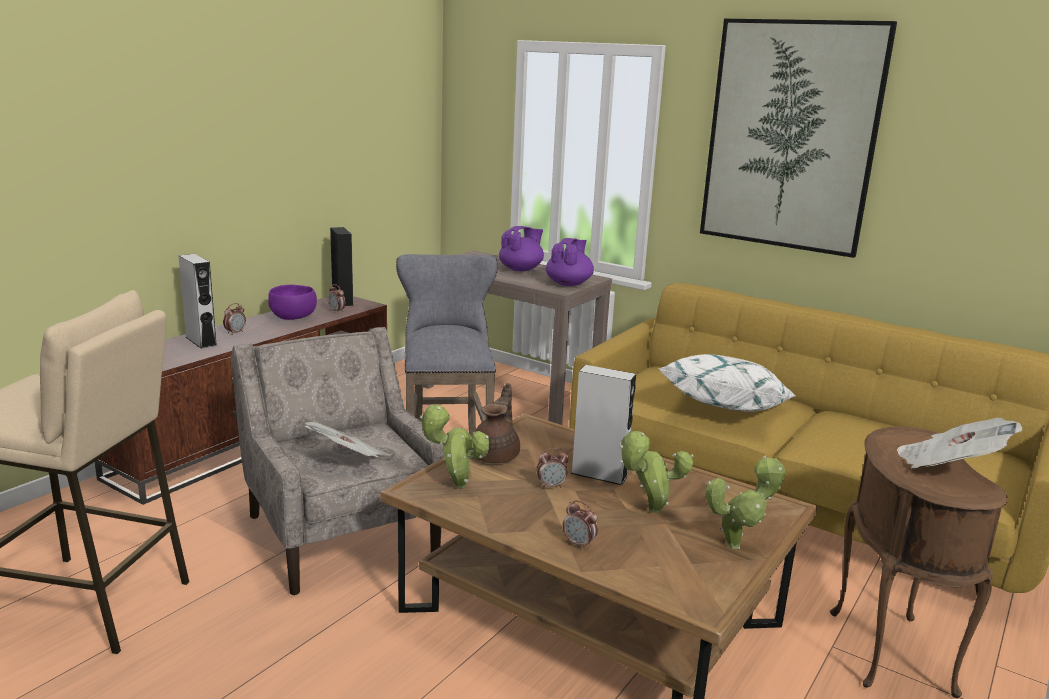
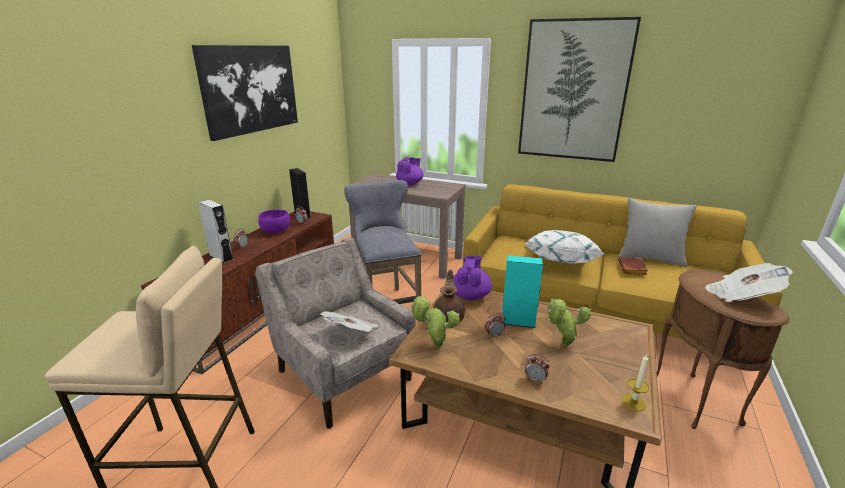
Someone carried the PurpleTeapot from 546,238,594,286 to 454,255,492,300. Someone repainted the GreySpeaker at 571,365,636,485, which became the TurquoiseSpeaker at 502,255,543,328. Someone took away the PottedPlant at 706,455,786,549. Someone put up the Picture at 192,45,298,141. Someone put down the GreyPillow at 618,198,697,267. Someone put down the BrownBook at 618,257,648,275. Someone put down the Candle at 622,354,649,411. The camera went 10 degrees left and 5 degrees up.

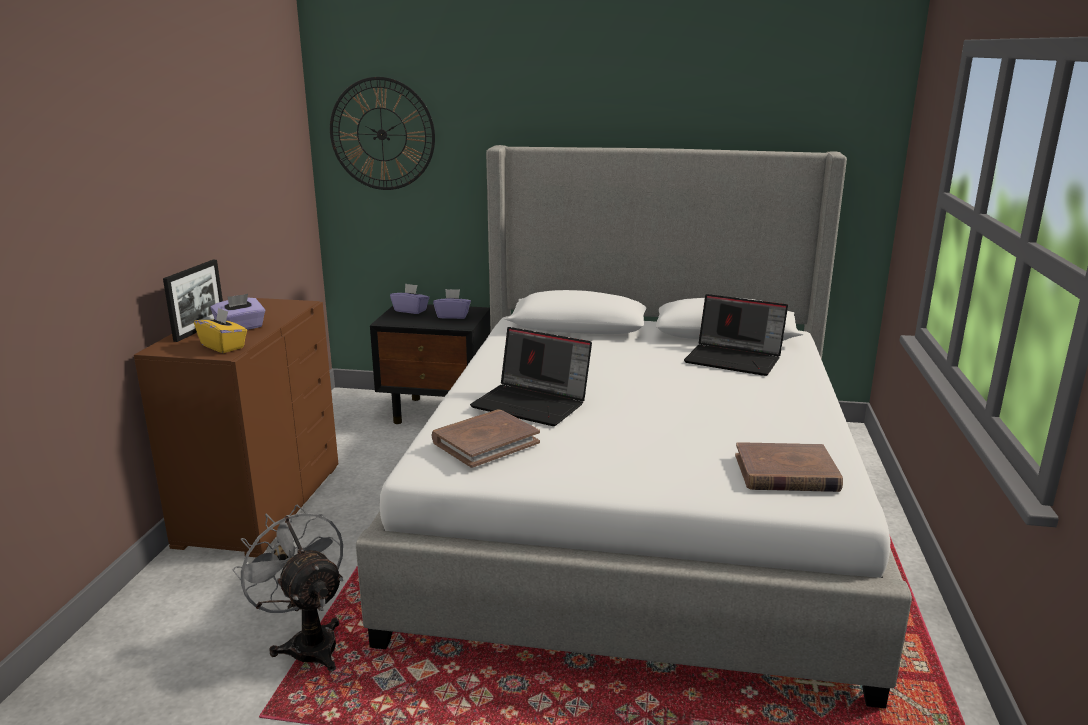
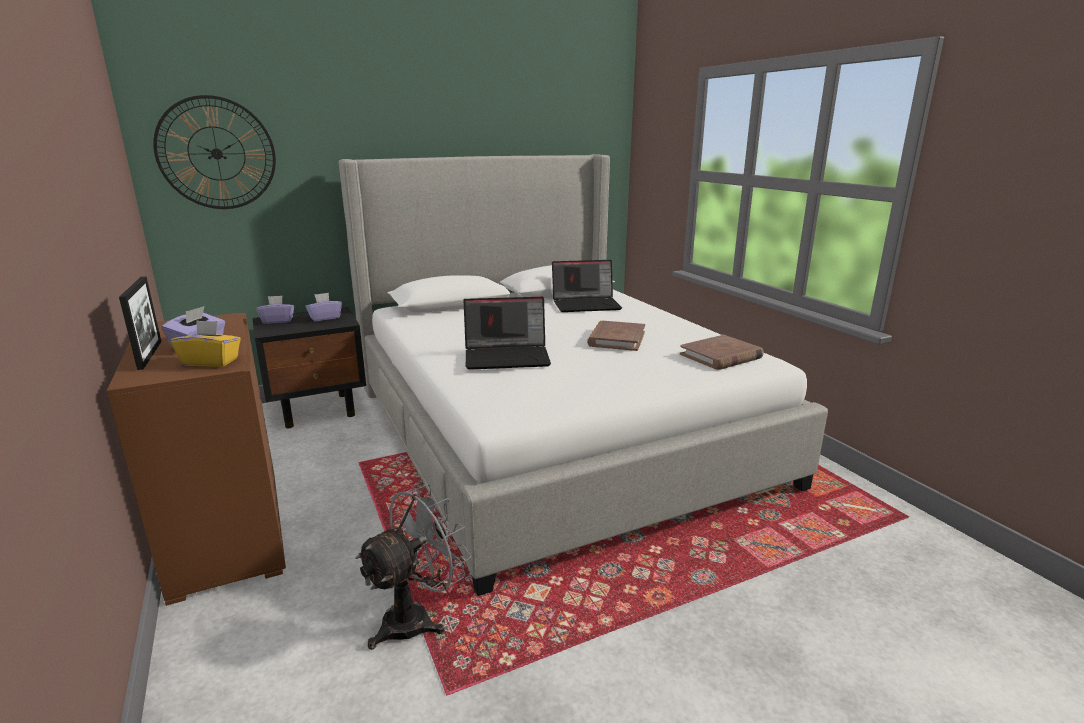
Someone rotated the GreyFan at 233,505,343,671 by 120 degrees clockwise. Someone carried the BrownBook from 432,410,540,468 to 587,321,645,351. The camera went 35 degrees left and 0 degrees up.

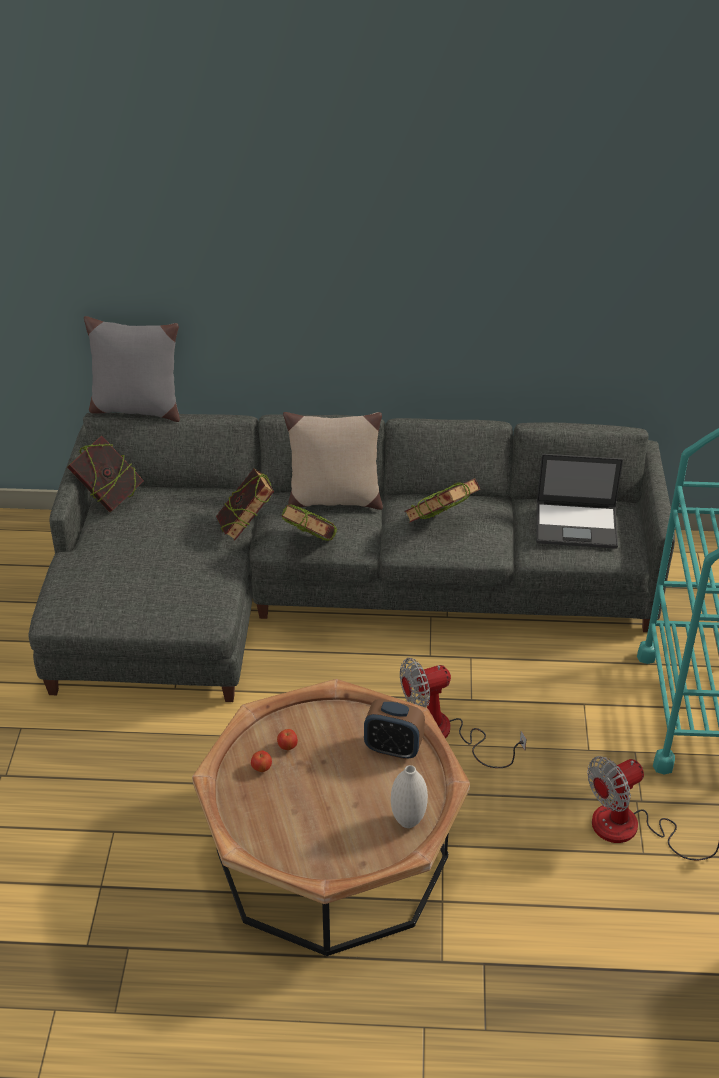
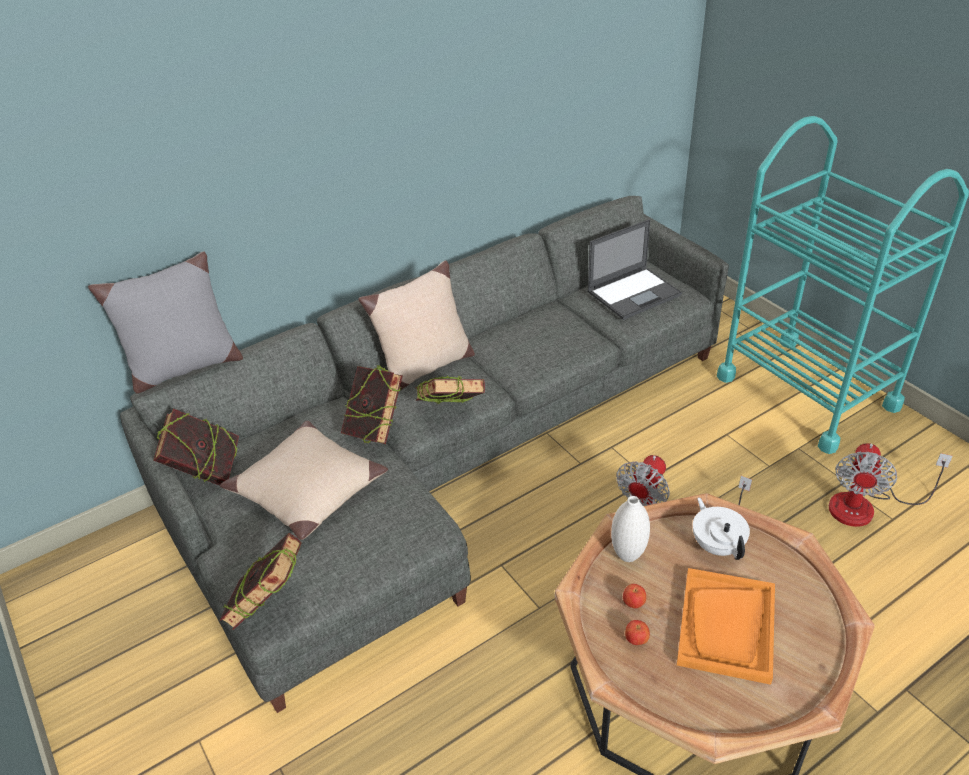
Someone swapped the AlarmClock at 364,699,425,759 for the WhiteTeapot at 693,497,750,560. Someone carried the WhiteVase from 391,765,428,828 to 611,496,650,562. Someone carried the Book from 404,478,480,523 to 220,533,302,630. Someone put down the BeigePillow at 220,421,388,540. Someone put down the OrangeTray at 677,568,775,685. The camera went 35 degrees left and 0 degrees up.

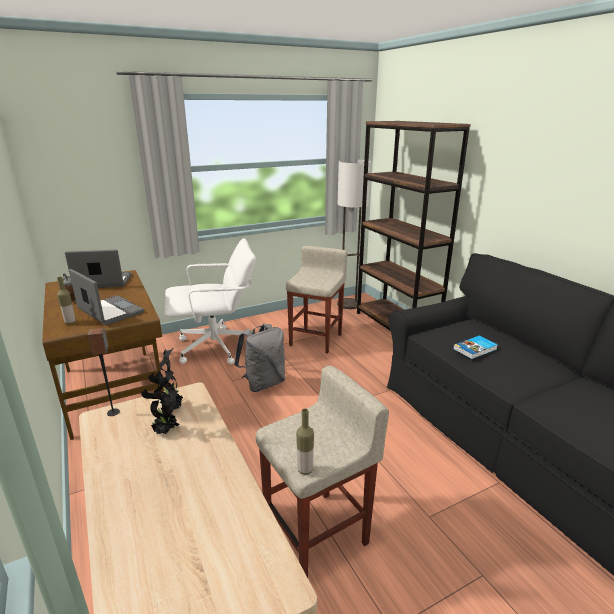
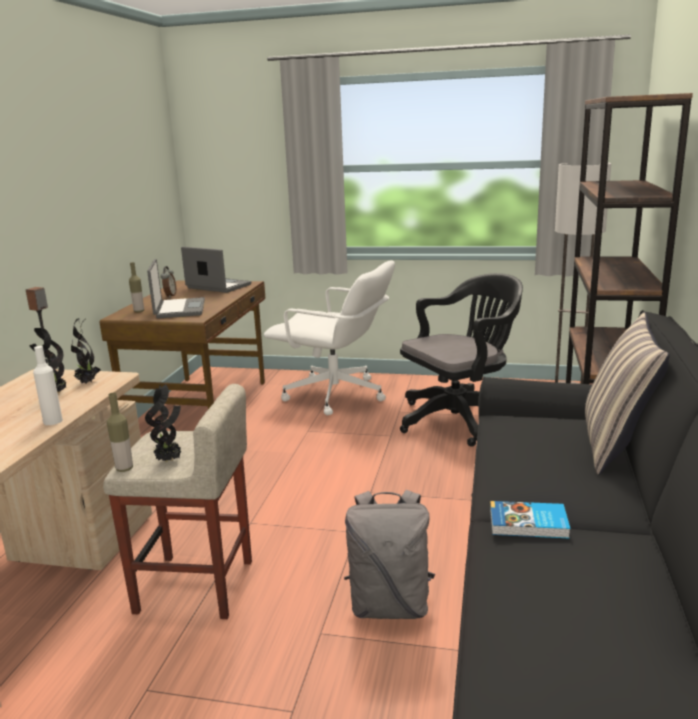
Someone carried the GreyBackpack from 234,324,285,392 to 344,490,435,619. Someone swapped the BeigeStool at 286,246,348,354 for the BlackOfficeChair at 400,273,523,447. Someone carried the Book from 453,335,498,359 to 490,501,571,539. Someone put down the WhiteBottle at 33,346,63,425. Someone put down the PottedPlant at 145,384,181,462. Someone put down the Pillow at 585,312,670,475. The camera went 40 degrees right and 5 degrees down.

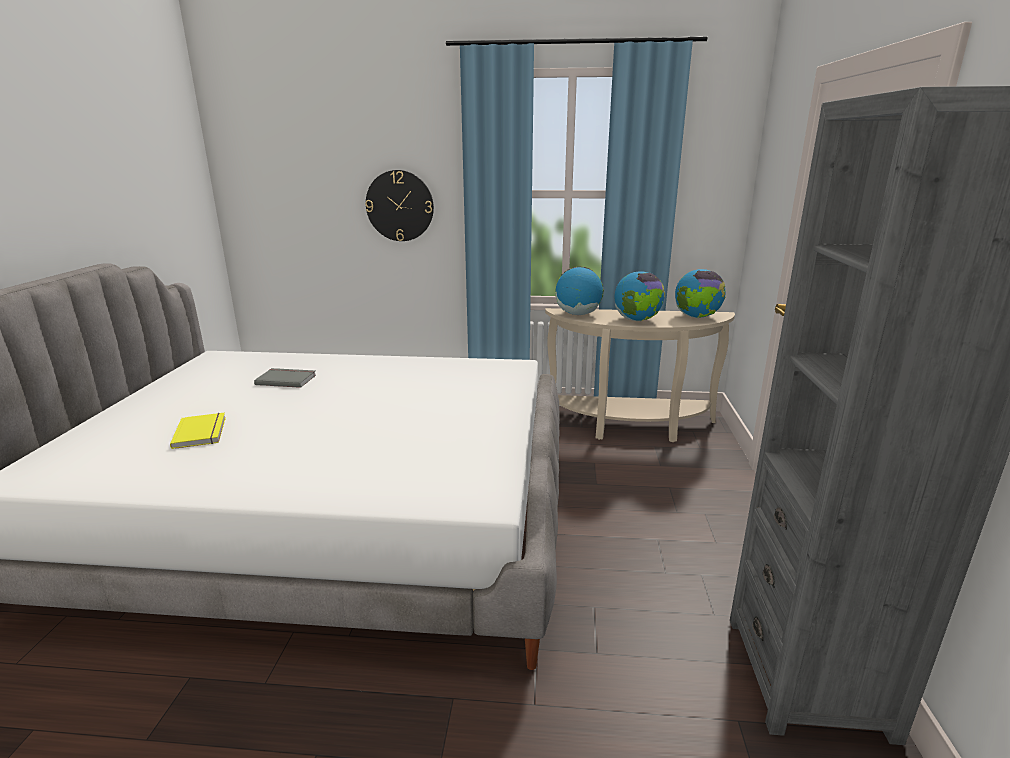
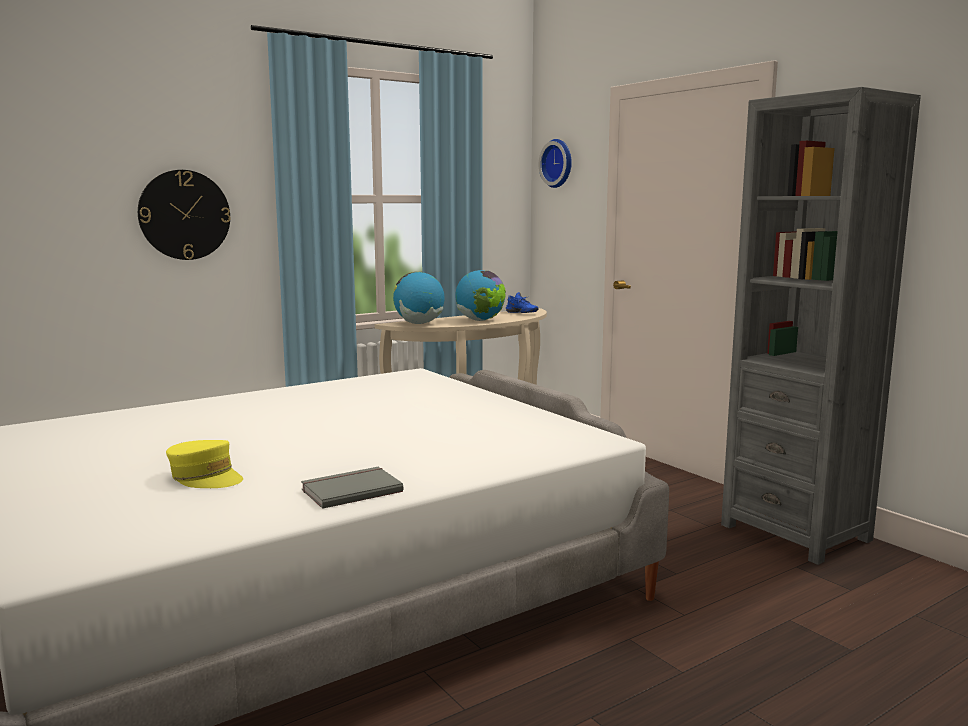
Someone swapped the YellowBook at 170,413,226,449 for the YellowCap at 166,440,243,488. Someone carried the GreyBook from 254,368,316,388 to 301,467,403,509. Someone swapped the Globe at 675,269,726,318 for the BlueShoe at 506,292,539,313. Someone put up the WallClock at 539,139,572,188. The camera went 40 degrees left and 10 degrees down.

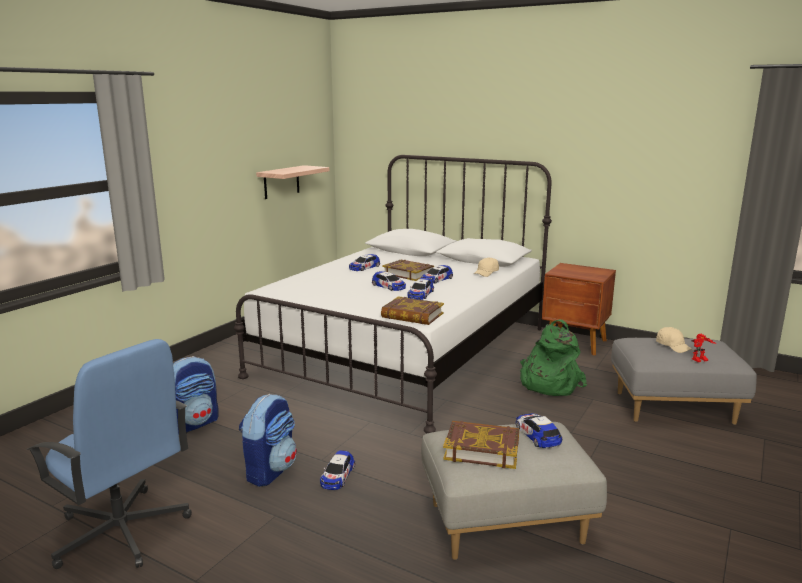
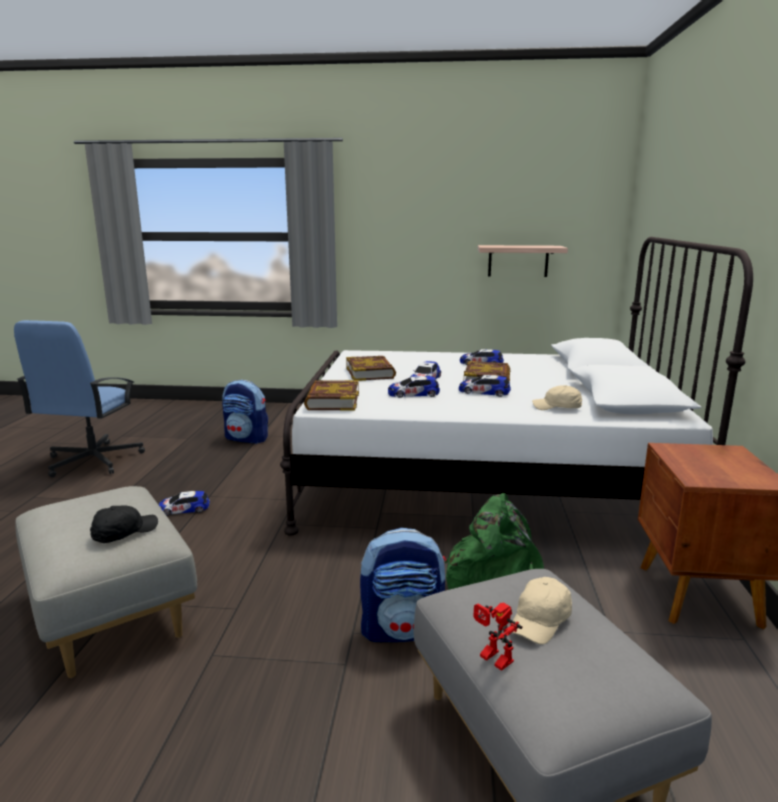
Someone carried the Backpack from 239,394,297,487 to 360,528,446,642. Someone carried the Book from 443,421,519,469 to 346,356,396,381. Someone swapped the ToyCar at 516,413,562,448 for the BlackCap at 90,505,158,543. The camera went 65 degrees right and 0 degrees up.

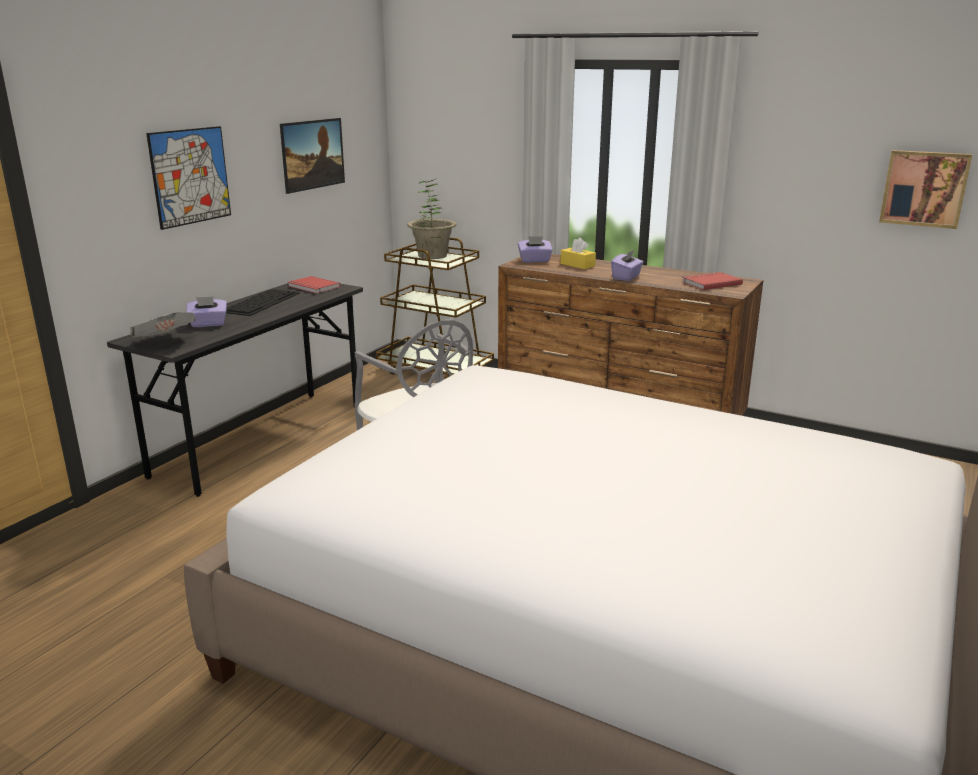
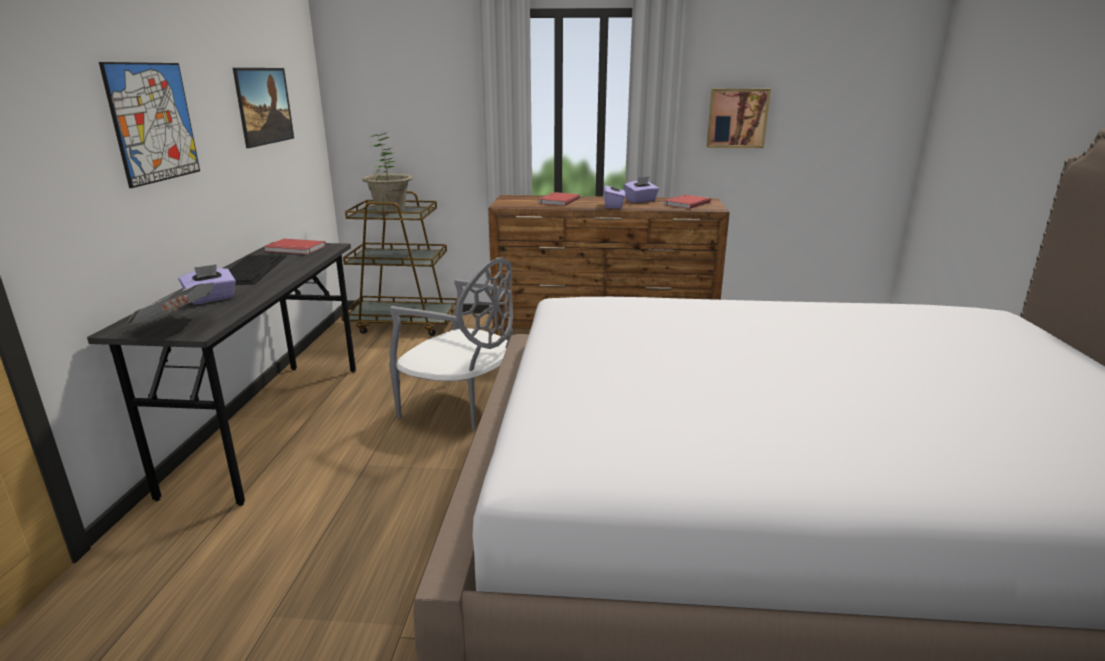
Someone carried the PurpleTissueBox from 518,236,553,263 to 624,176,659,203. Someone swapped the YellowTissueBox at 560,238,596,269 for the RedBook at 537,192,580,206. Someone carried the Picture from 879,150,972,229 to 707,89,771,148. The camera went 25 degrees left and 0 degrees up.

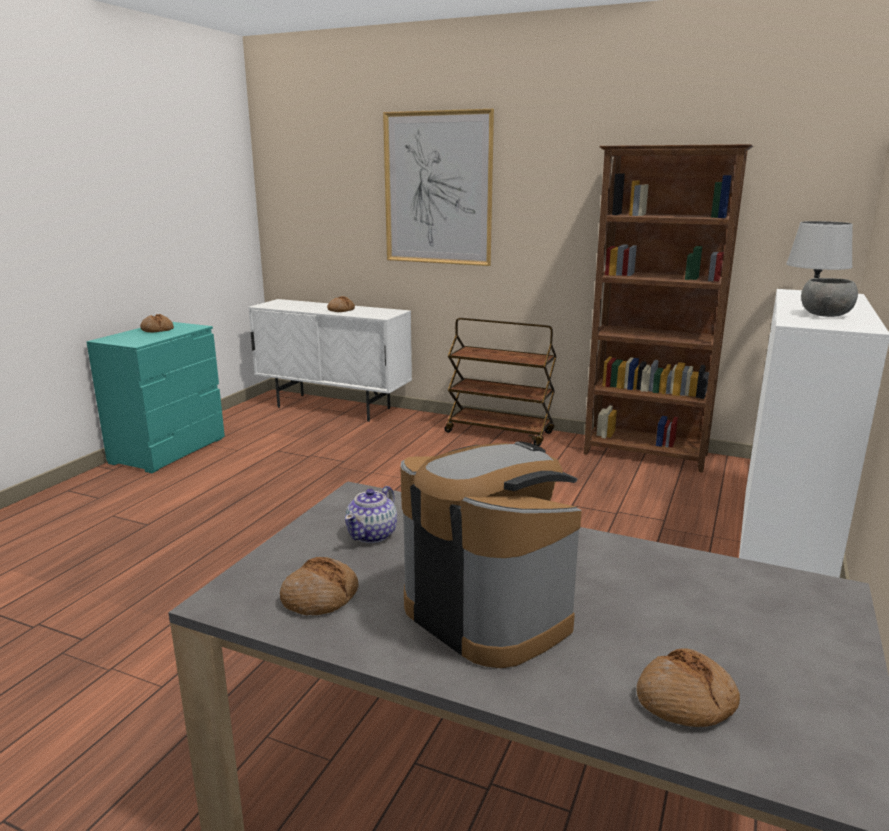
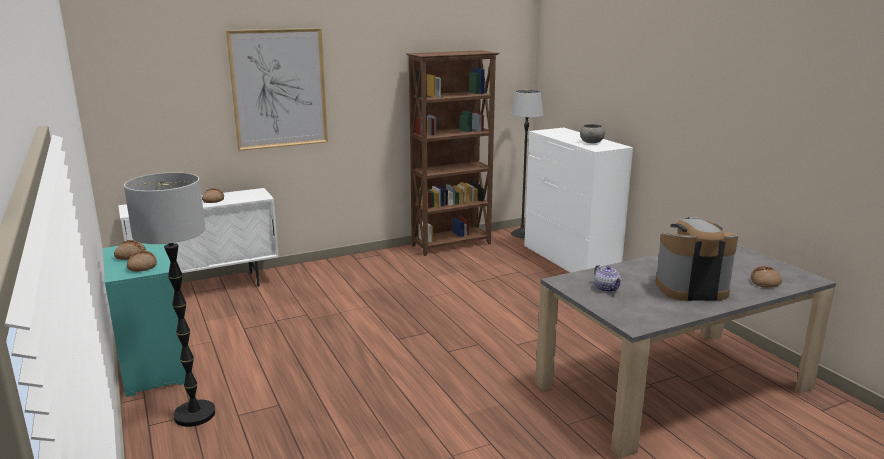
Someone carried the Bread from 280,557,359,615 to 127,250,157,272. Someone took away the BrownCart at 444,318,557,446. Someone put down the FloorLamp at 124,172,216,427. The camera went 50 degrees left and 0 degrees up.

